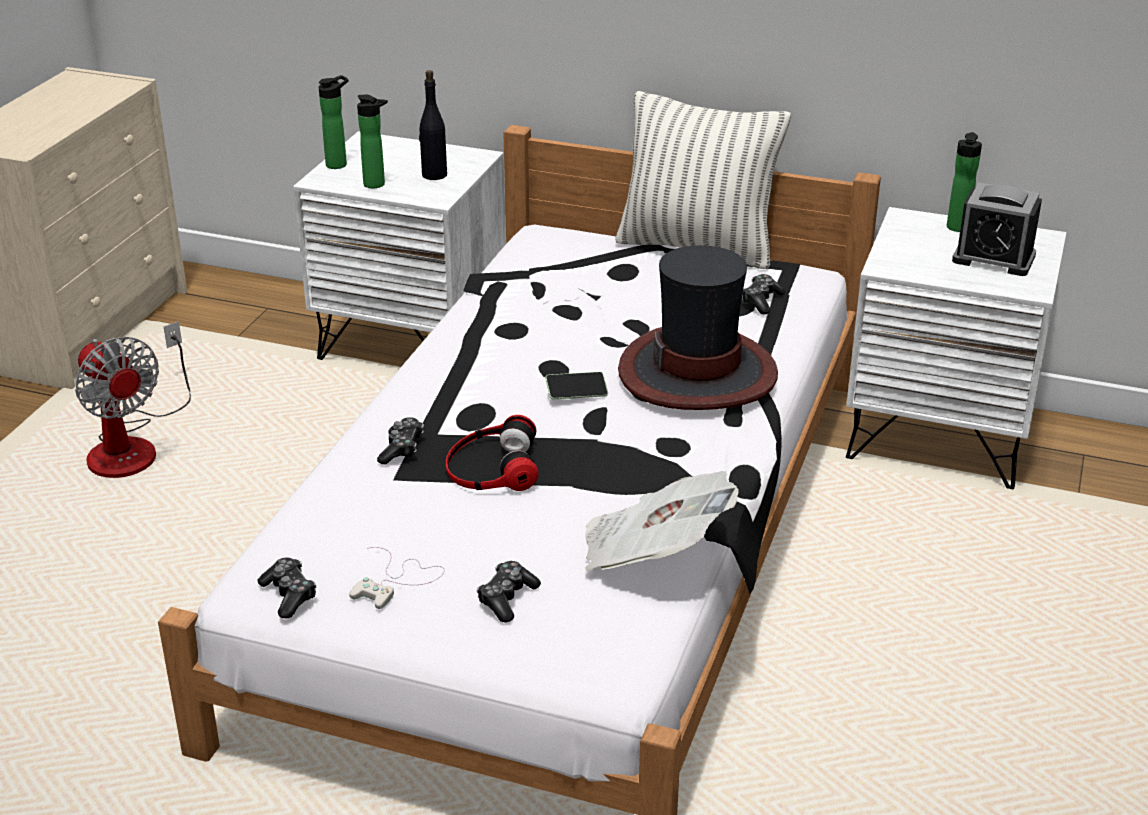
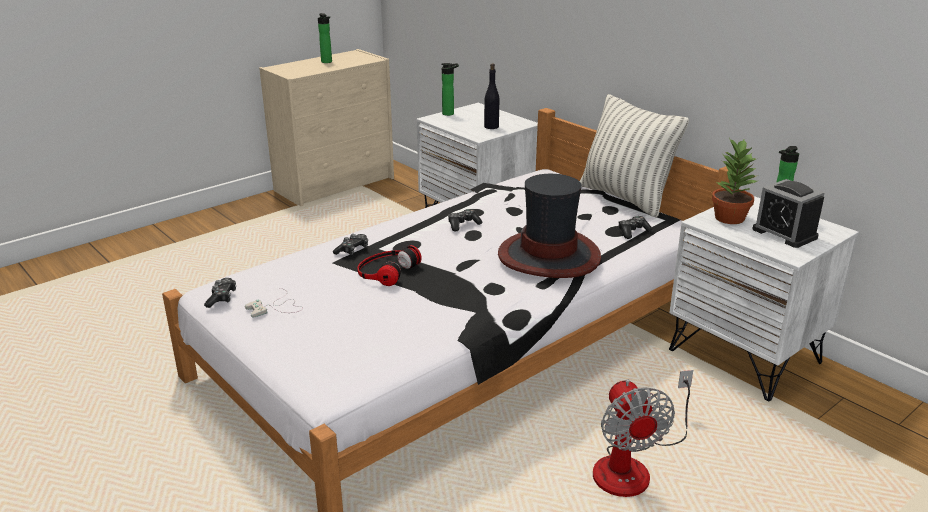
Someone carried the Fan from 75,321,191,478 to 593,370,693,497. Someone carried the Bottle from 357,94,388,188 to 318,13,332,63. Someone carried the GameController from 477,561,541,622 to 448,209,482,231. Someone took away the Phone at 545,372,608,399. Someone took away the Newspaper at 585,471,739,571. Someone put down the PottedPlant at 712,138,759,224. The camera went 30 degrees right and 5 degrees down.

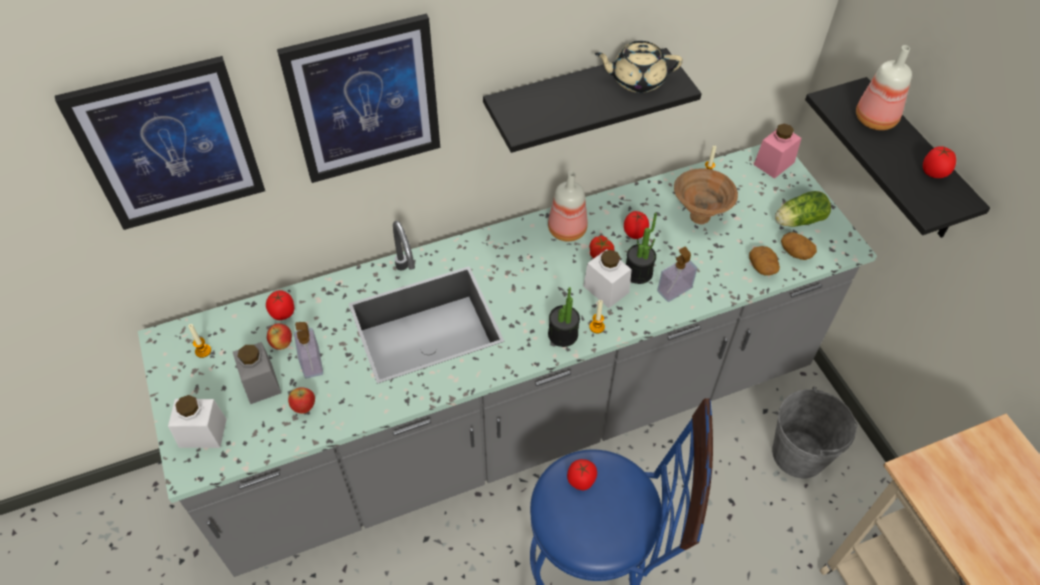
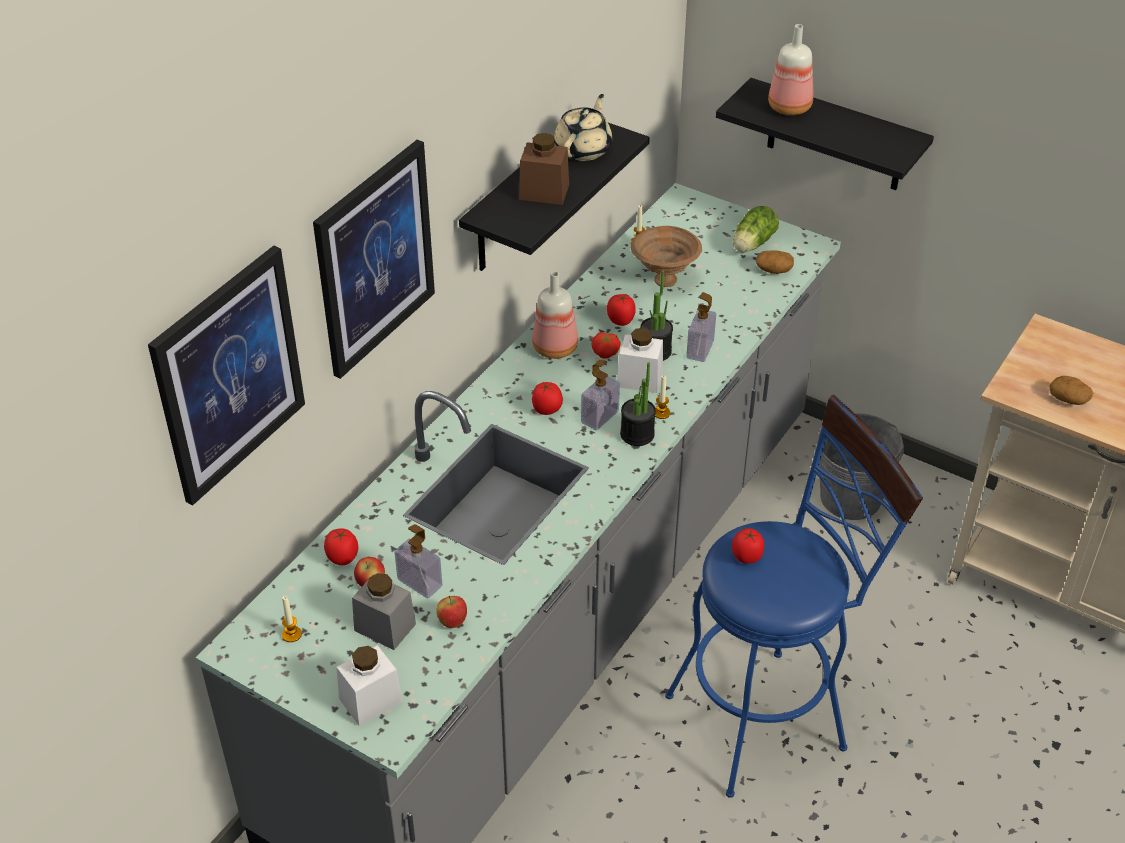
Someone rotated the BeigeTeapot at 595,41,683,93 by 150 degrees clockwise. Someone carried the Potato from 749,246,780,276 to 1049,376,1094,405. Someone took away the PinkJar at 754,124,801,179. Someone carried the Tomato from 923,146,956,178 to 532,382,563,415. Someone put down the BrownJar at 519,133,569,205. Someone put down the SoapDispenser at 581,360,620,431. The camera went 35 degrees left and 10 degrees down.

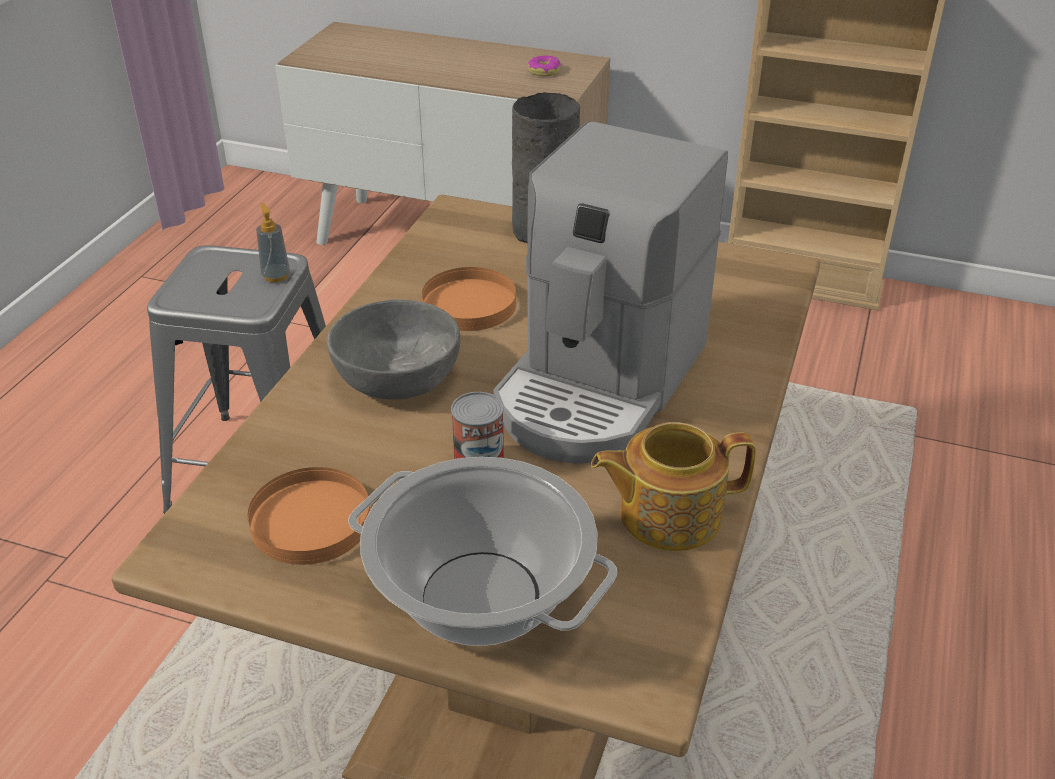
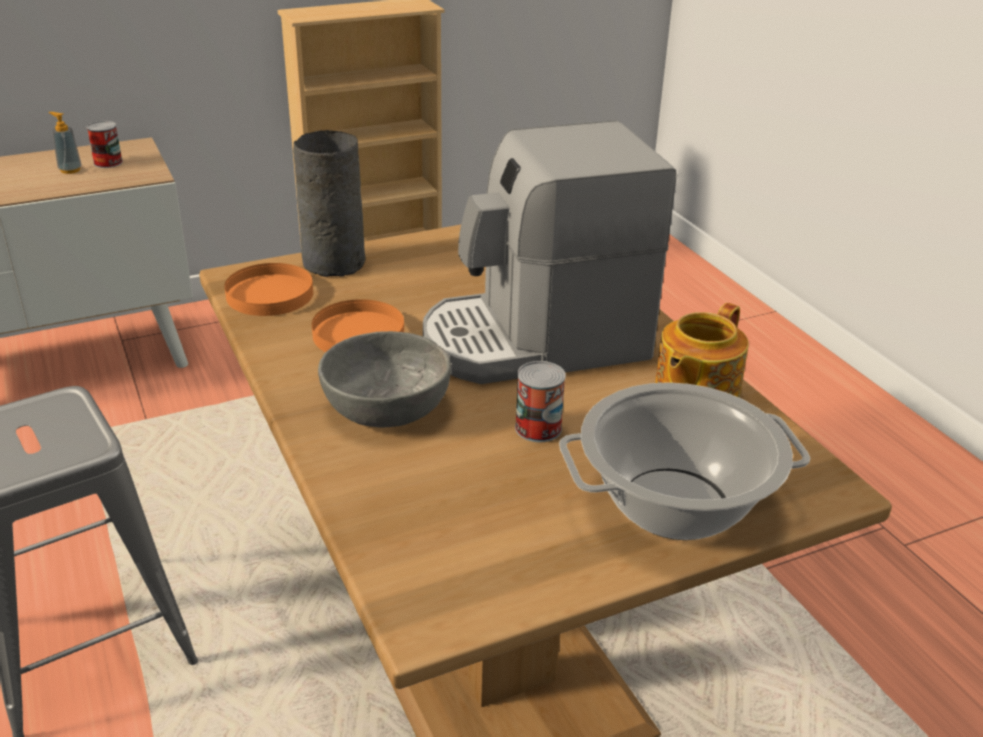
Someone carried the OrangePlate from 248,467,370,565 to 224,263,313,316. Someone carried the SoapDispenser from 256,203,290,282 to 49,112,82,174. Someone rotated the CoffeeMachine at 493,121,728,464 by 90 degrees clockwise. Someone swapped the Donut at 528,55,561,76 for the Can at 86,121,123,168. The camera went 45 degrees left and 5 degrees down.

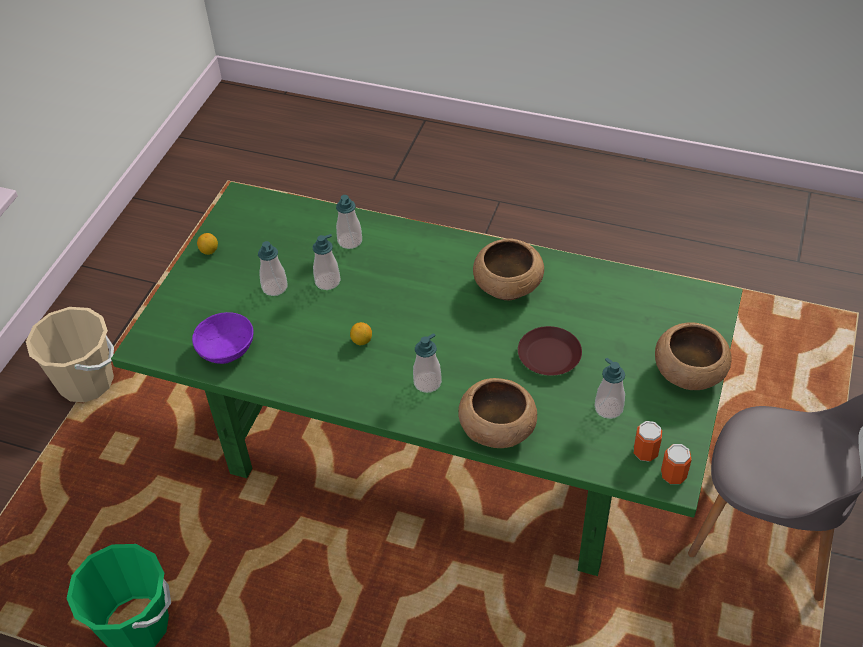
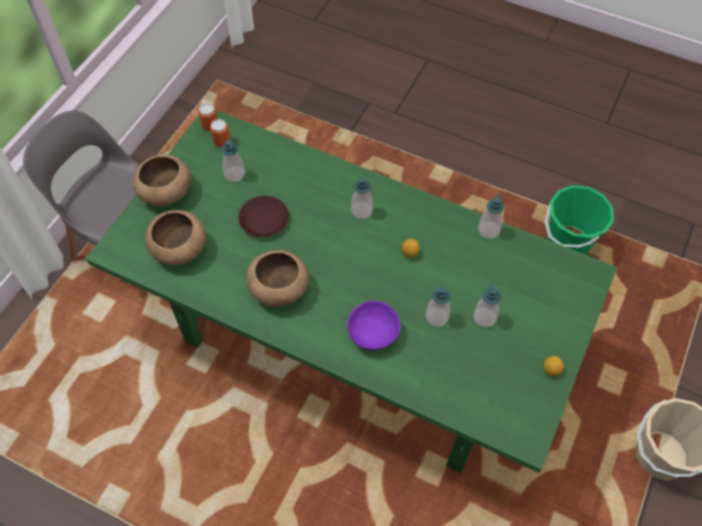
Someone carried the PurpleBowl from 192,312,254,364 to 347,301,401,351. Someone carried the SoapDispenser from 336,195,362,249 to 478,193,504,239. Someone carried the BrownBowl from 458,378,537,448 to 145,210,206,265. The camera went 175 degrees left and 10 degrees up.

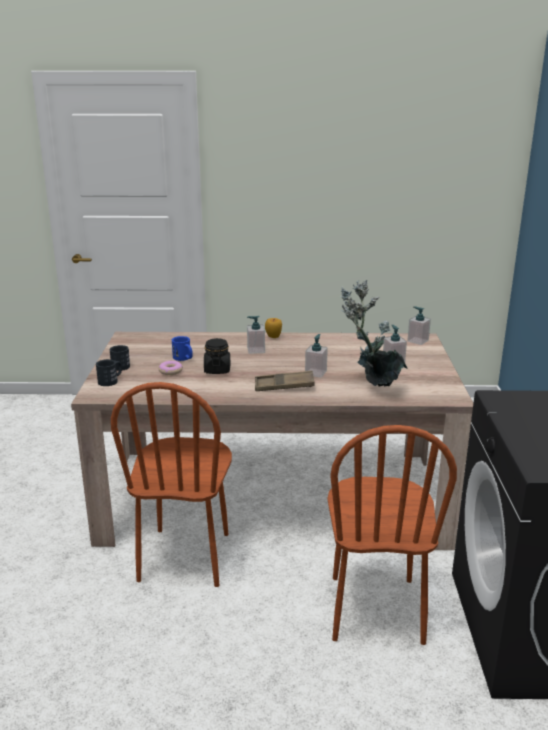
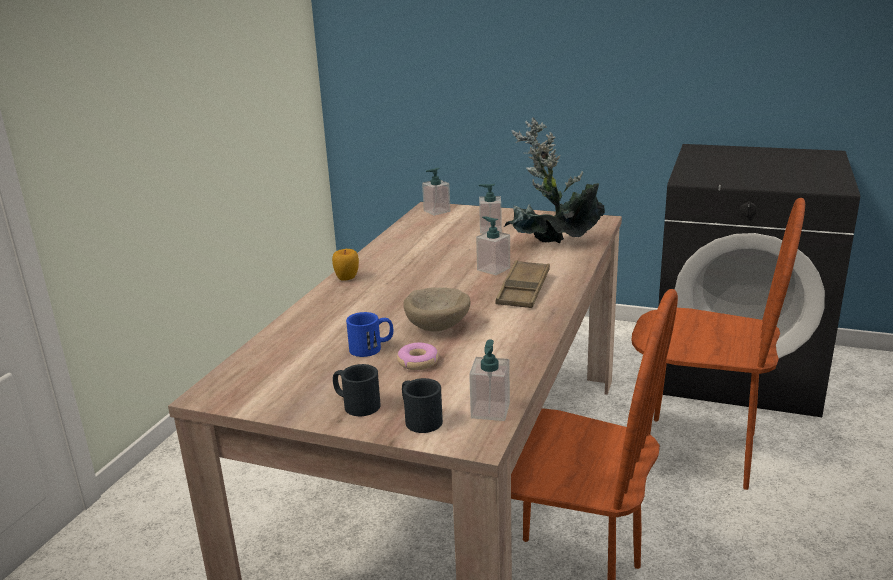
Someone swapped the BlackJar at 204,338,230,374 for the BeigeBowl at 403,287,470,332. Someone carried the SoapDispenser from 247,316,265,354 to 469,339,510,421. The camera went 70 degrees left and 0 degrees up.

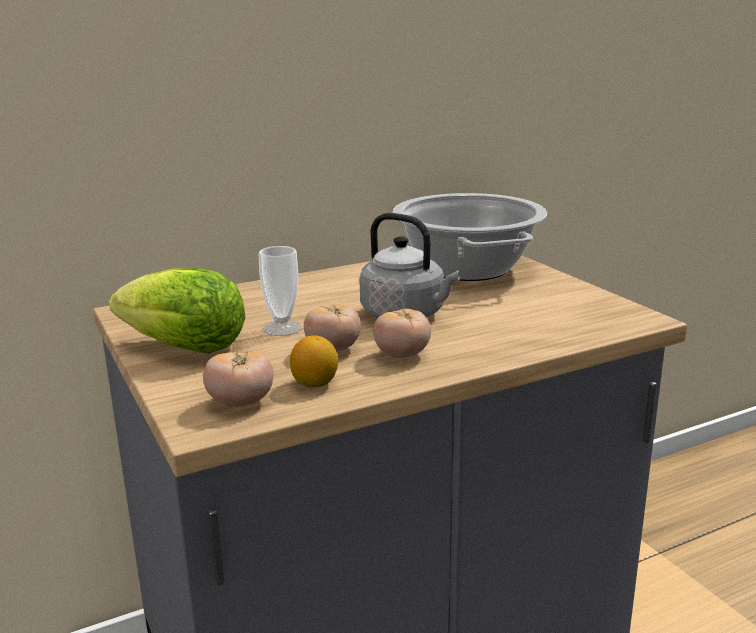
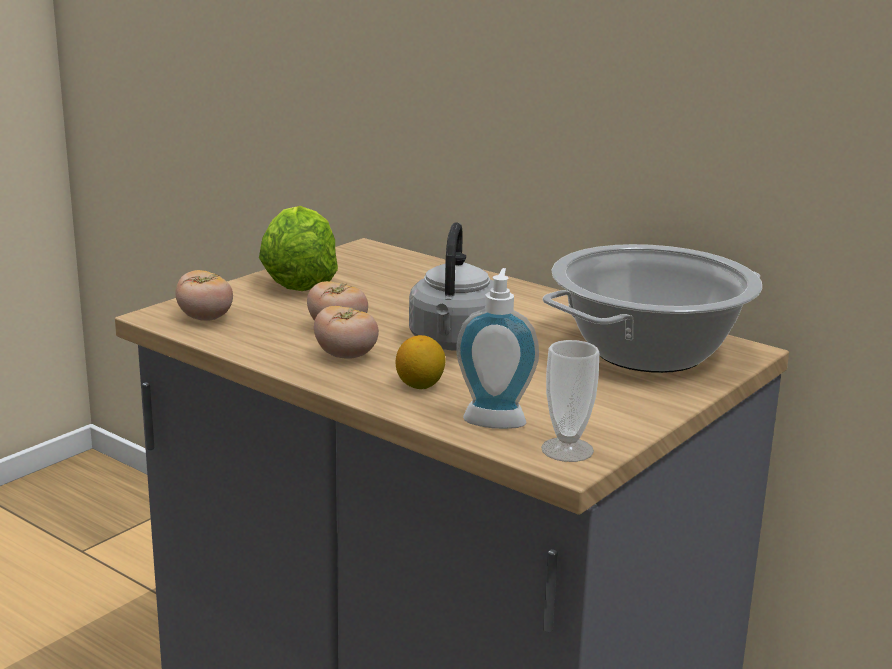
Someone carried the Cup from 259,246,302,336 to 541,340,599,462. Someone carried the Lemon from 290,335,338,387 to 396,335,446,389. Someone put down the SoapDispenser at 456,268,539,429. The camera went 65 degrees right and 0 degrees up.

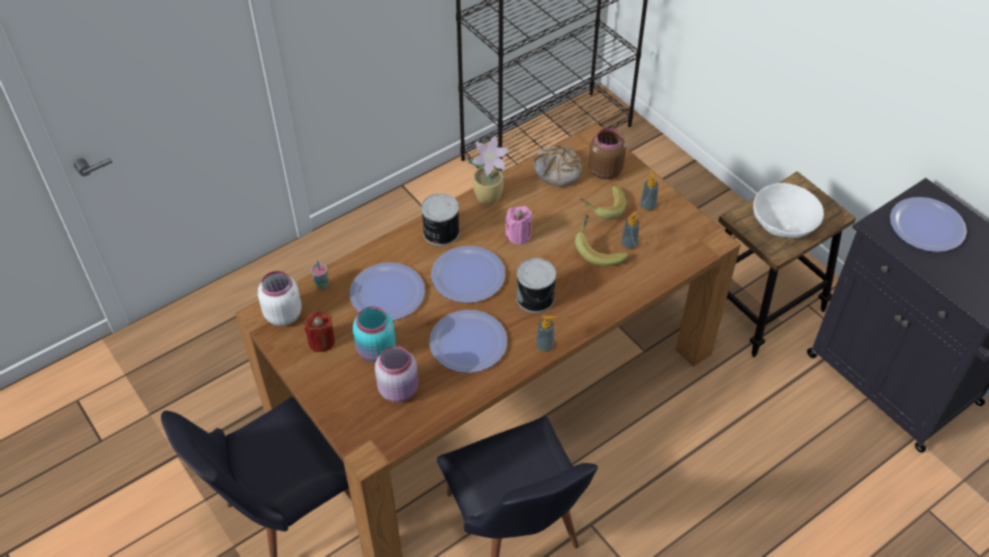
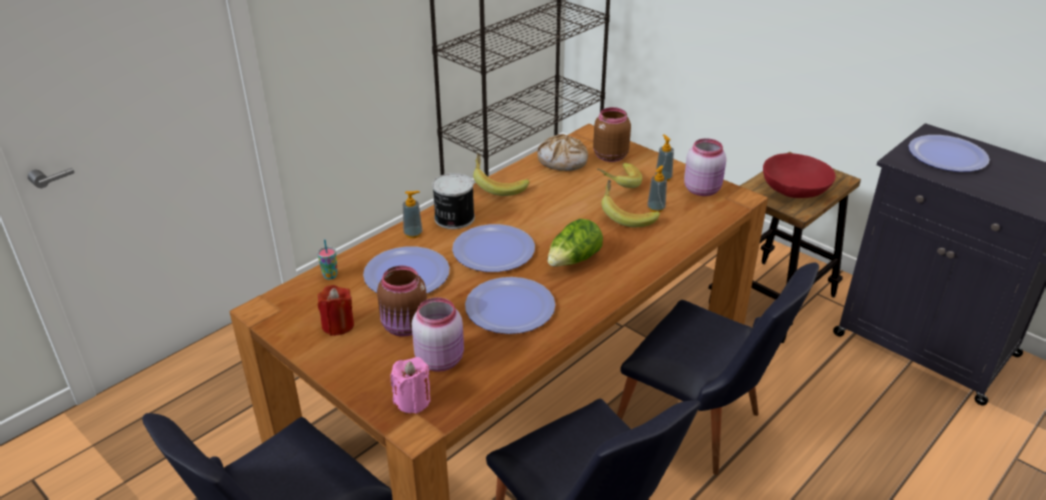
Someone took away the WhiteJar at 258,271,302,326. Someone repainted the TurquoiseJar at 353,306,396,362, which became the BrownJar at 377,266,427,336. Someone swapped the PottedPlant at 468,136,510,205 for the Banana at 473,154,529,196. Someone carried the PinkCandle from 505,206,533,245 to 391,357,430,414. Someone swapped the Can at 516,258,556,313 for the Lettuce at 548,219,603,267. Someone carried the SoapDispenser from 536,315,556,352 to 403,191,423,238. Someone repainted the WhiteBowl at 753,183,824,238, which became the RedBowl at 763,153,836,198. Someone put down the BlackChair at 617,262,819,475. Someone put down the PinkJar at 684,138,726,196. The camera went 10 degrees left and 15 degrees down.

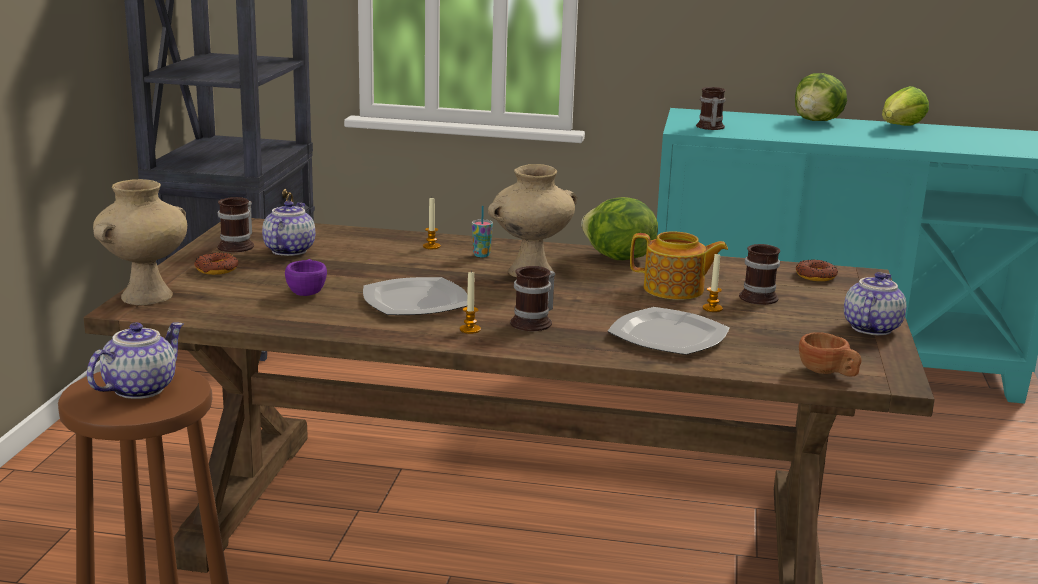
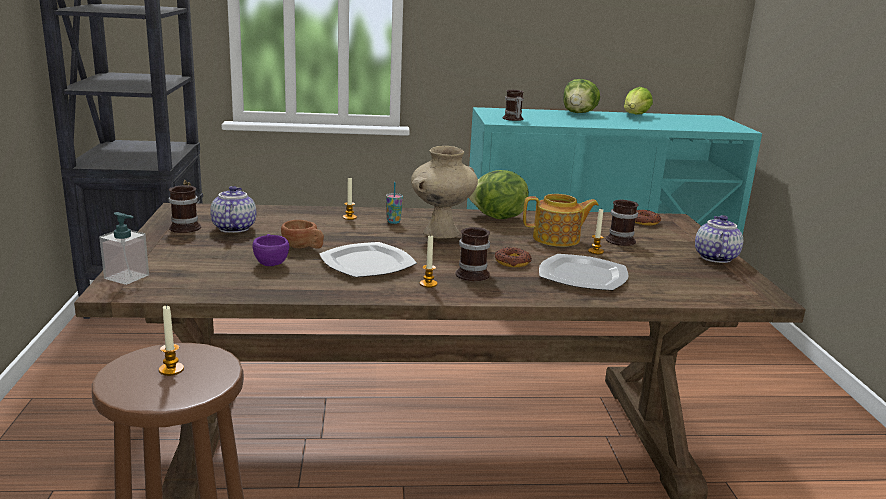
Someone swapped the Teapot at 87,322,184,399 for the Candle at 159,305,184,376. Someone swapped the BeigeVase at 93,179,187,305 for the SoapDispenser at 99,212,149,285. Someone carried the Donut from 194,252,238,275 to 495,247,532,267. Someone carried the BrownCup from 799,332,862,377 to 281,220,324,248. The camera went 15 degrees left and 0 degrees up.

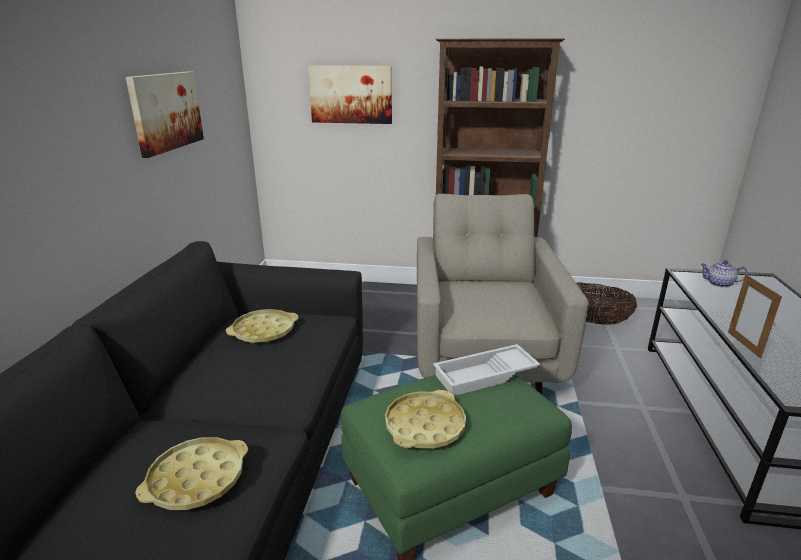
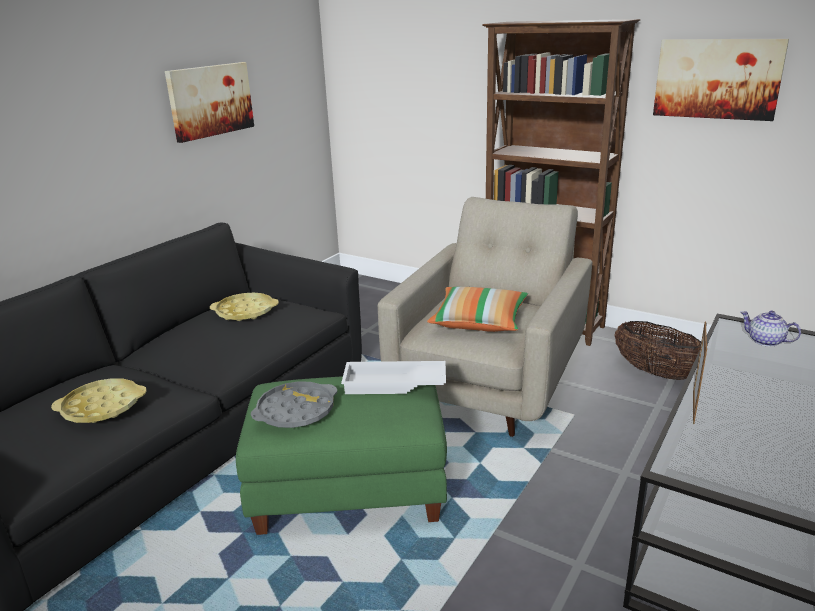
Someone carried the Picture from 308,65,392,124 to 653,39,789,121. Someone repainted the YellowTray at 385,390,466,449, which became the GreyTray at 251,381,337,428. Someone put down the Pillow at 427,287,528,332. The camera went 25 degrees right and 0 degrees up.

